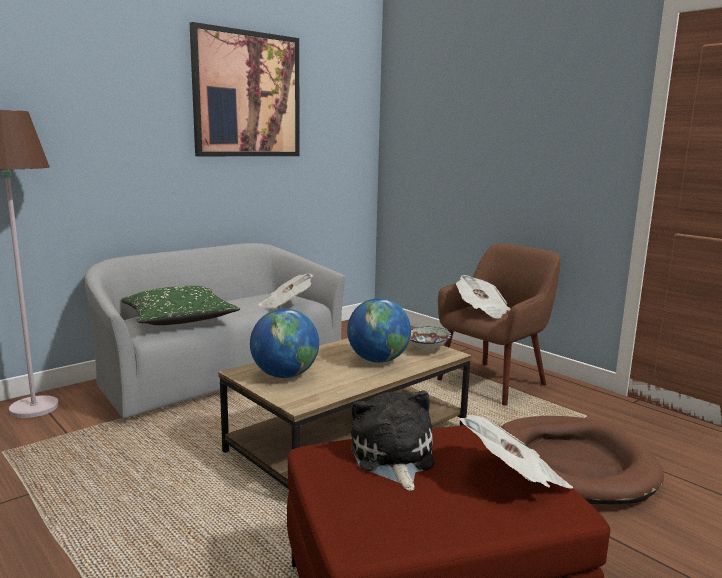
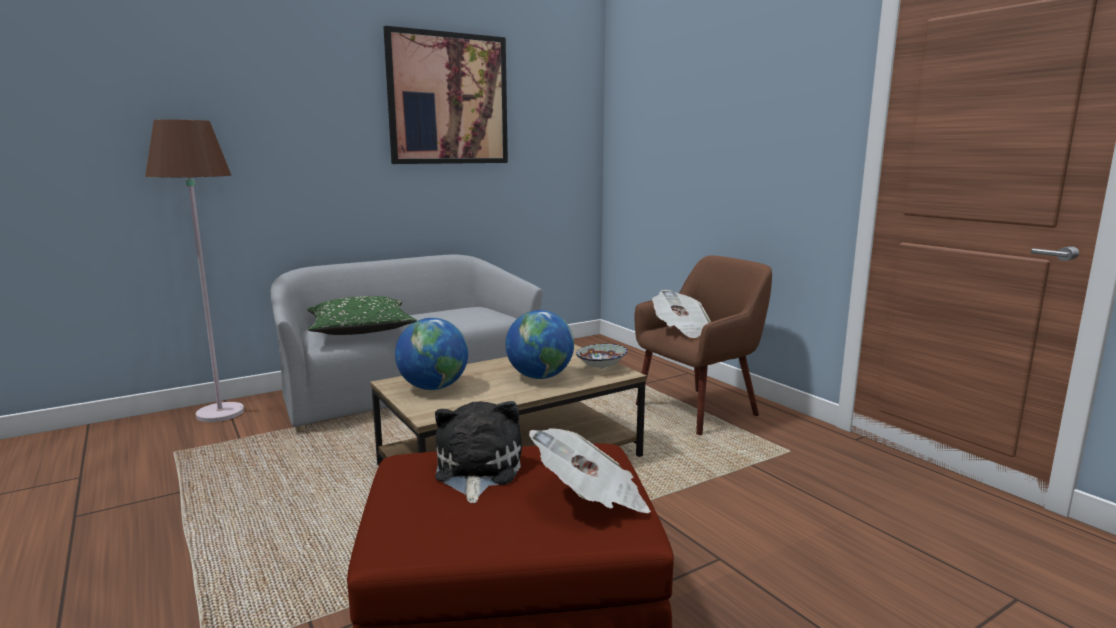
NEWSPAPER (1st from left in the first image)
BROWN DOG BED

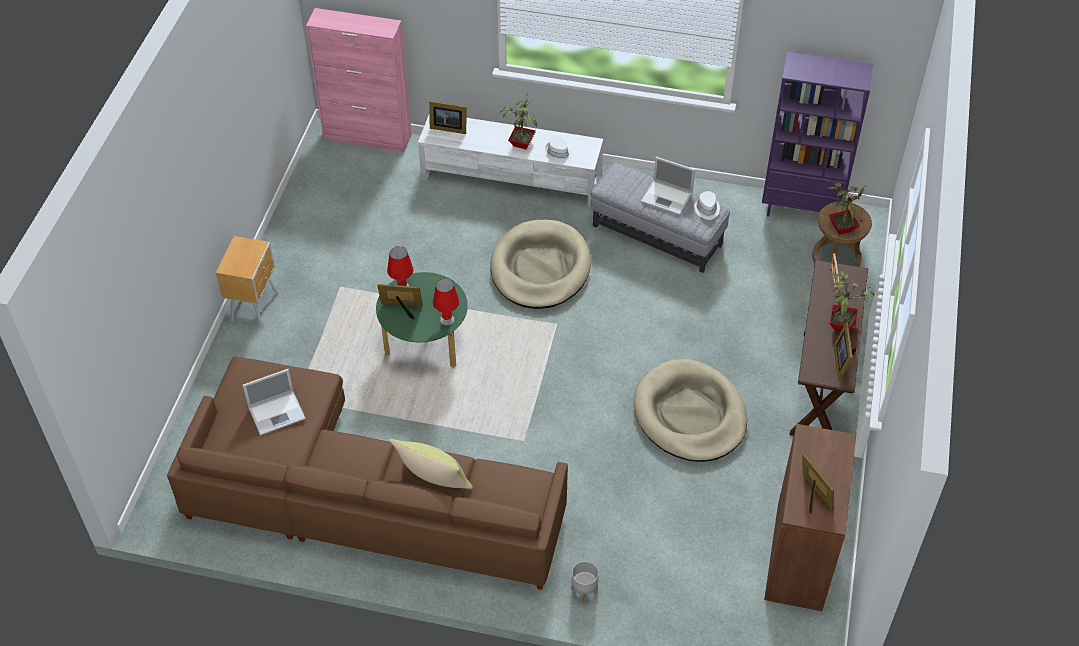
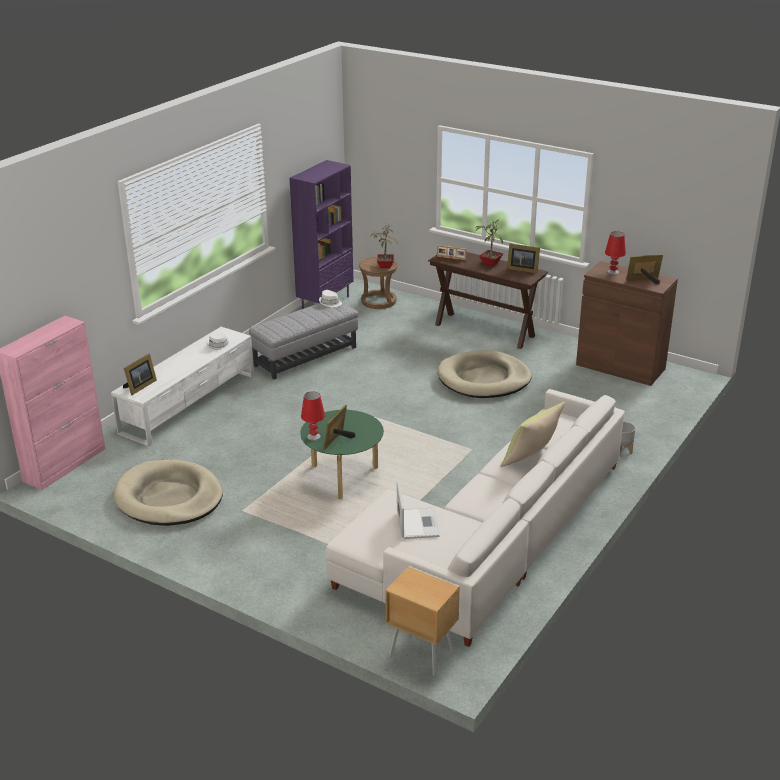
WHITE SOFA
BROWN NIGHTSTAND
RED TABLE LAMP (2nd from left)
BEIGE DOG BED (1st from left)
POTTED PLANT (1st from left in the first image)
LAPTOP (2nd from left in the first image)

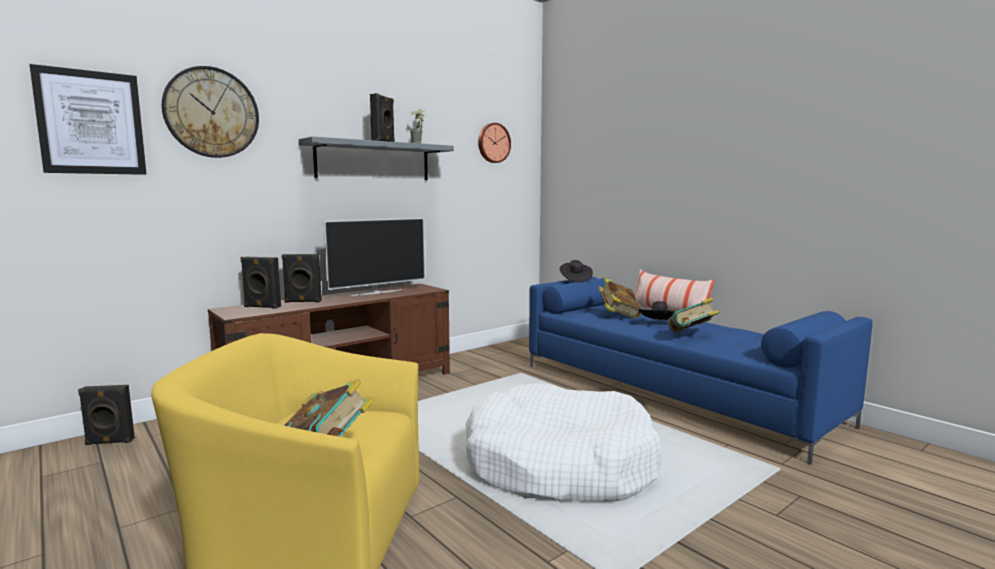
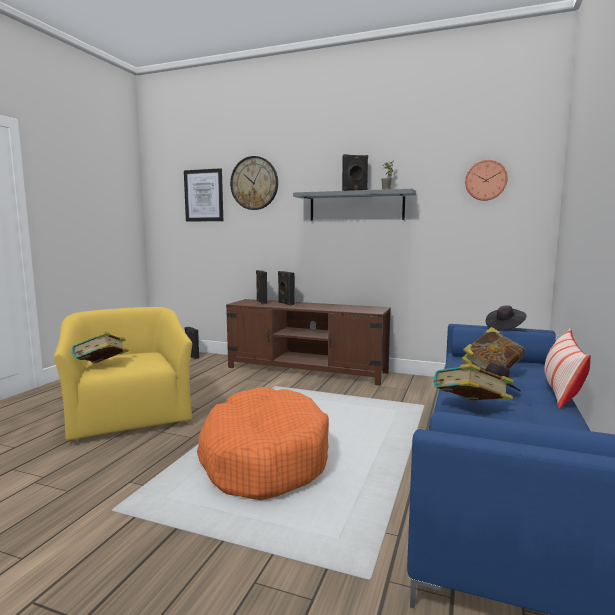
TELEVISION
ORANGE DOG BED

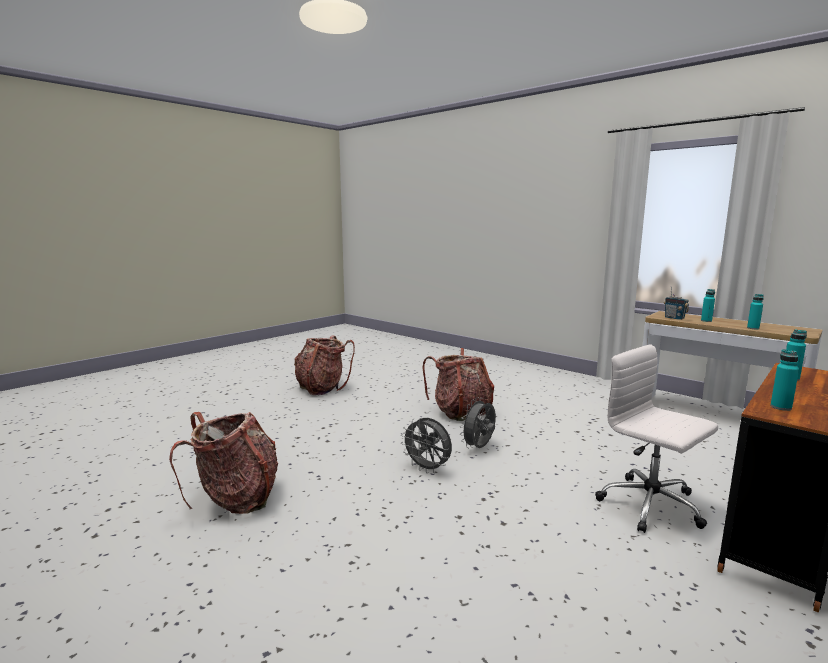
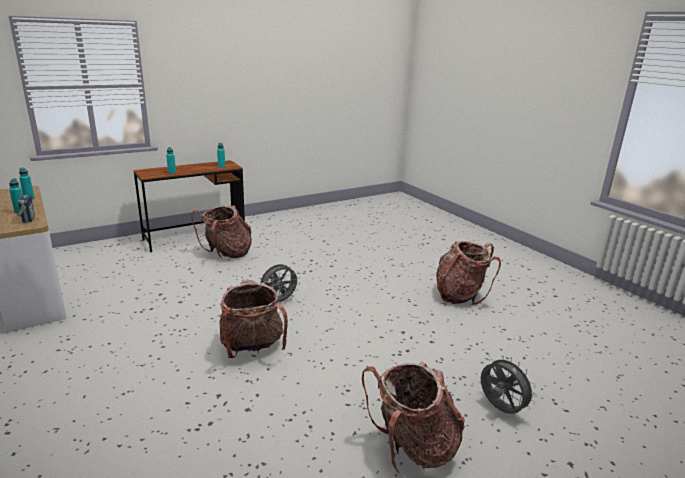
GREY FAN (2nd from left)
BACKPACK (1st from left)

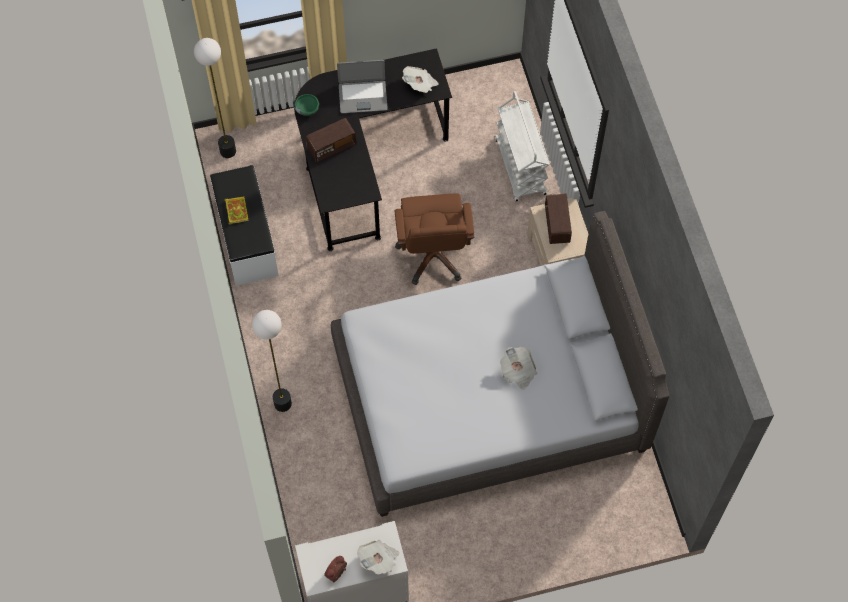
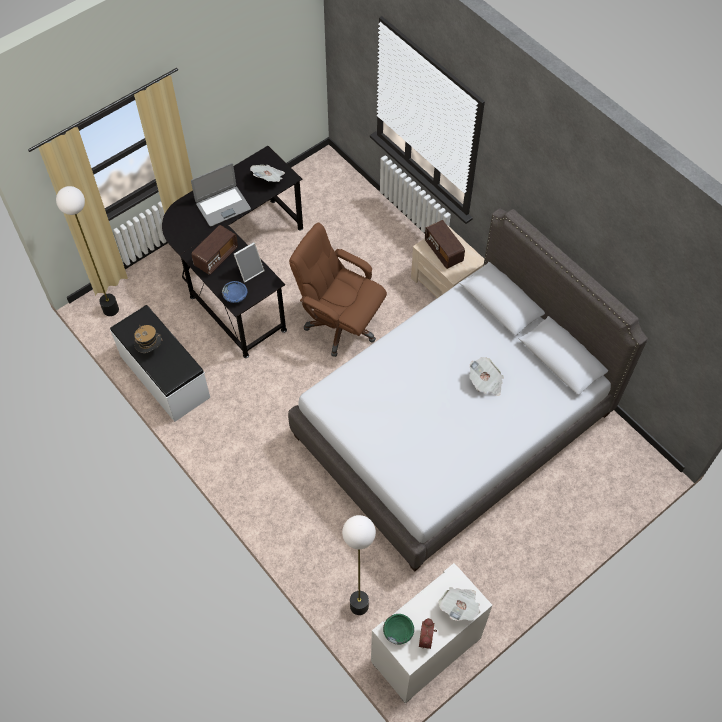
HAT
FLOOR LAMP (2nd from left)
GREEN BOWL
BROWN OFFICE CHAIR
WHITE CART
BLUE BOWL
PICTURE FRAME

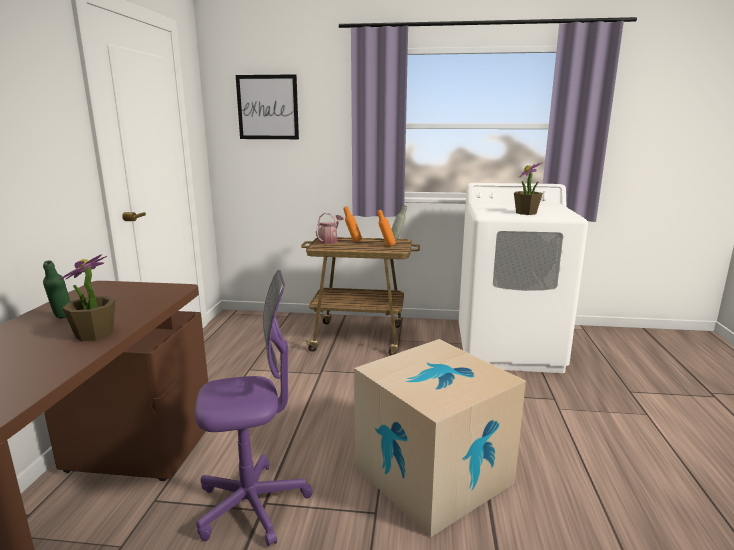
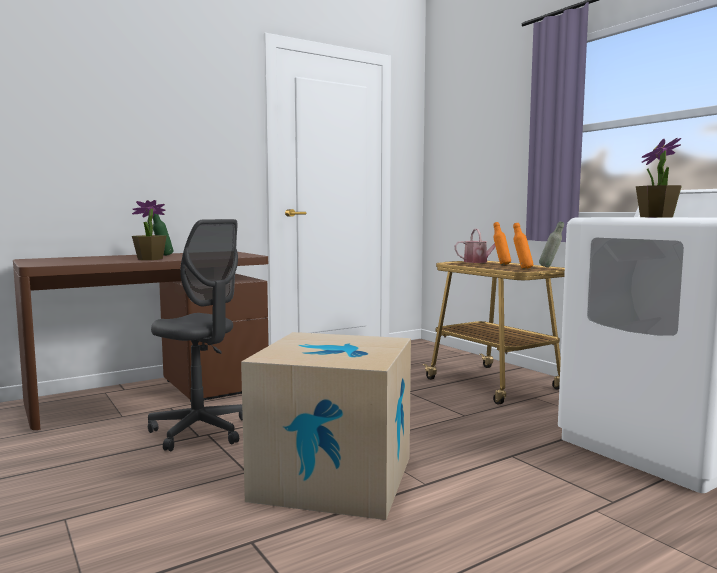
GREY OFFICE CHAIR
PICTURE

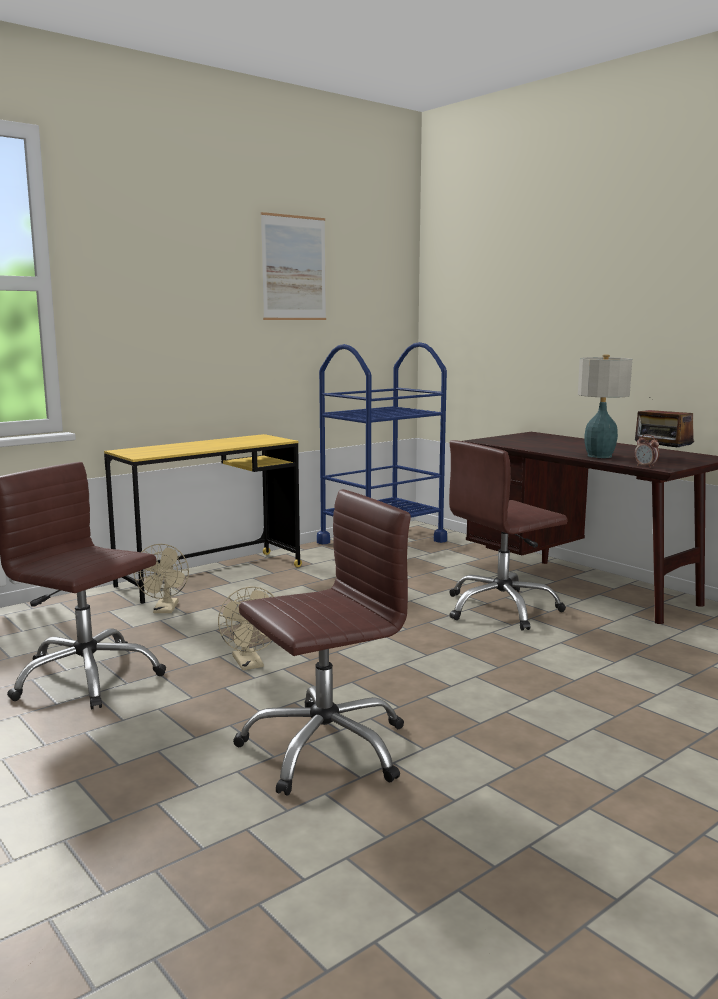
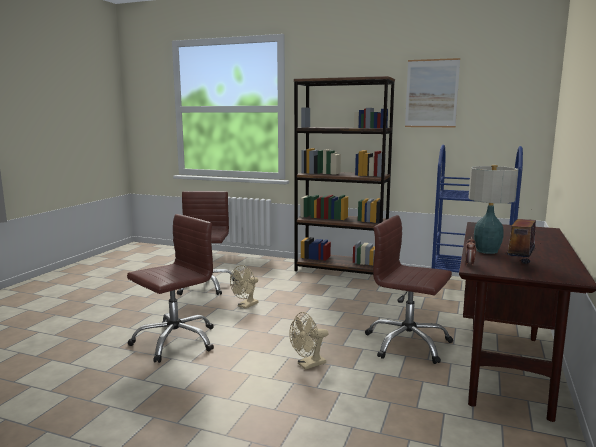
BROWN BOOKCASE
BEIGE FAN (2nd from left)
BROWN OFFICE CHAIR (1st from left)

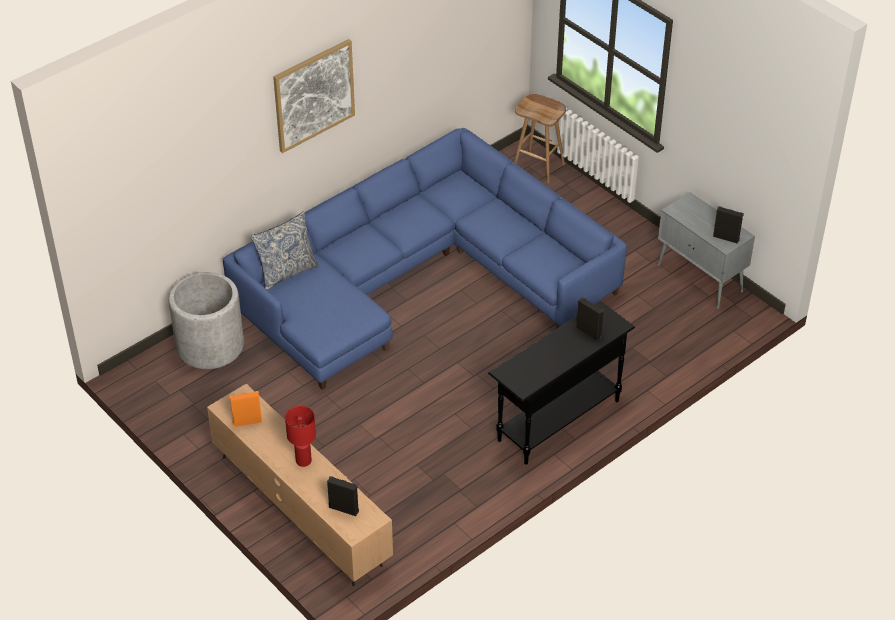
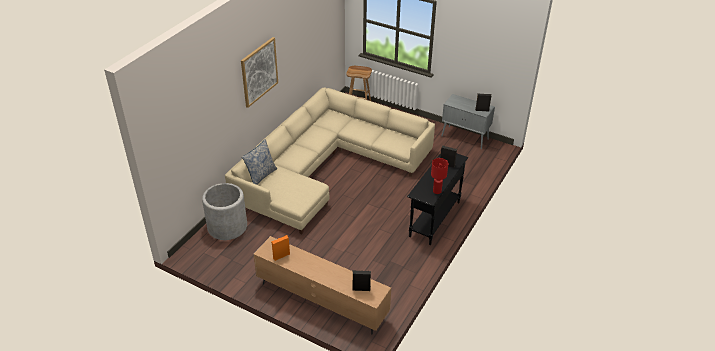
BEIGE SOFA
RED TABLE LAMP

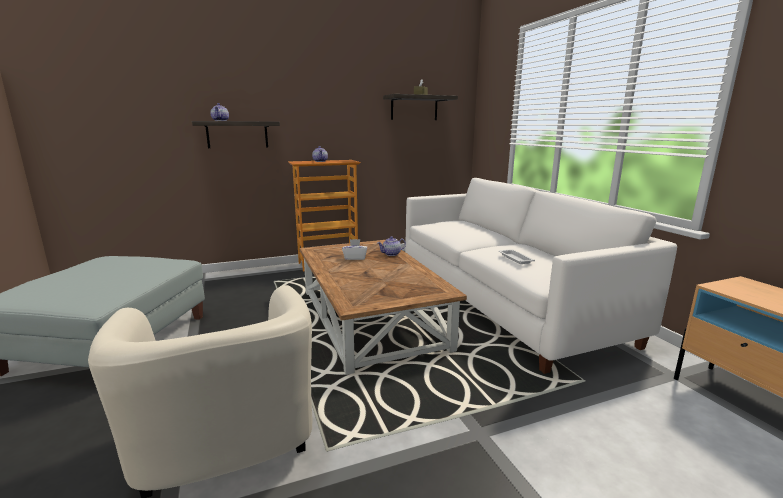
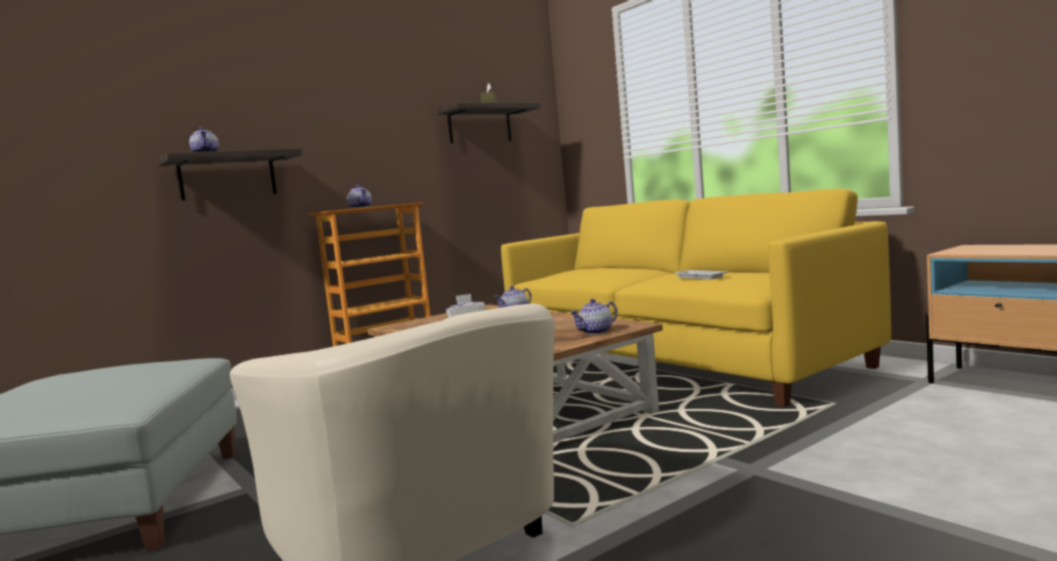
YELLOW SOFA
TEAPOT (4th from left)

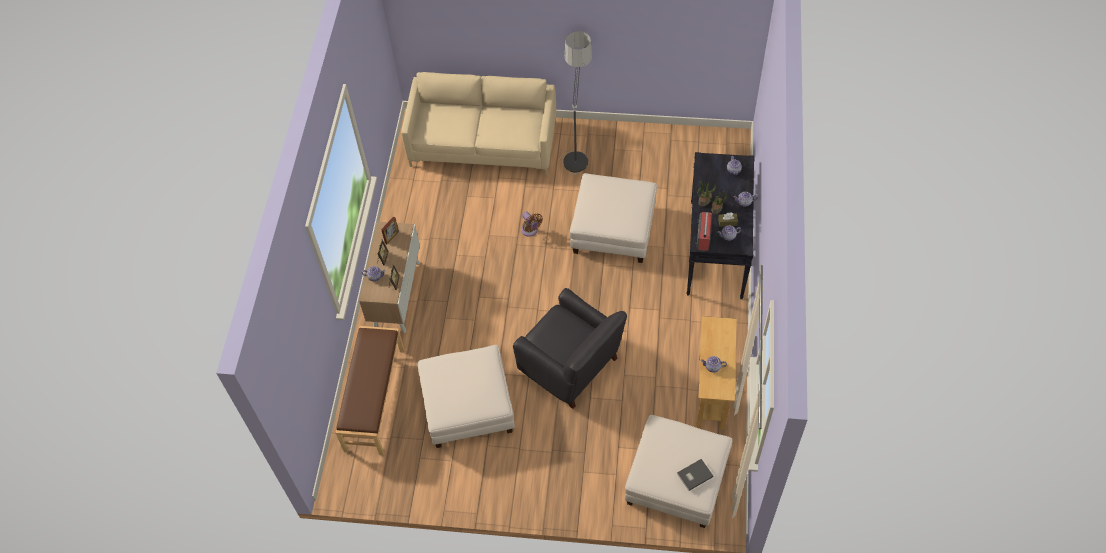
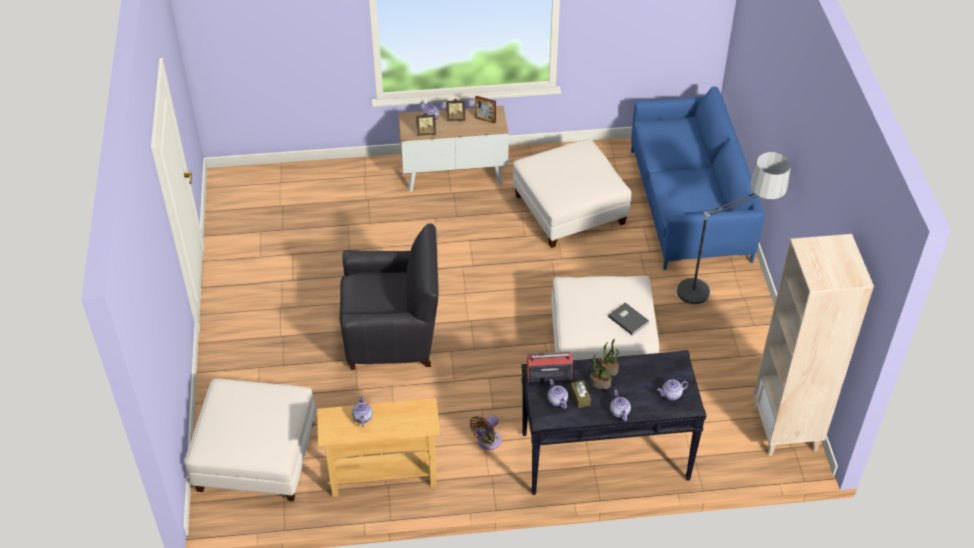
BROWN BENCH
BLUE SOFA
WHITE OTTOMAN (2nd from left)
BLACK ARMCHAIR
BROWN FAN
GREY BOOK
BEIGE BOOKCASE

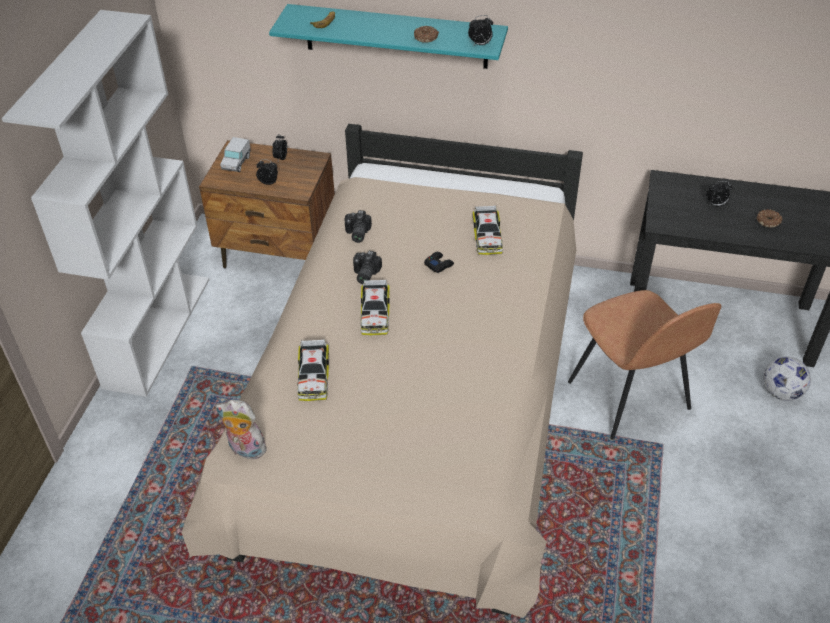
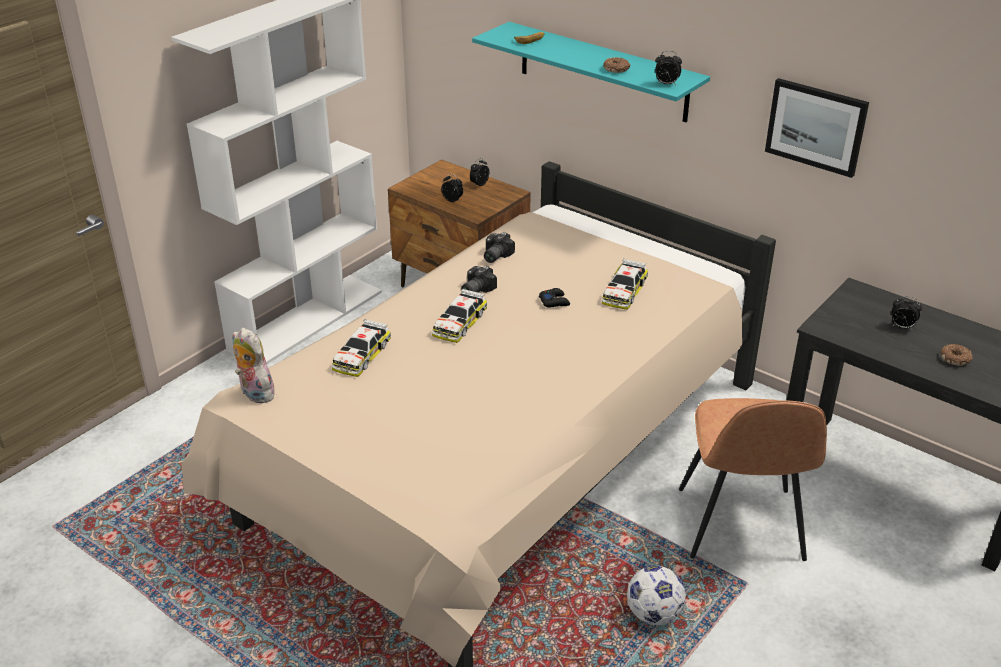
TOY TRUCK
FOOTBALL
PICTURE

